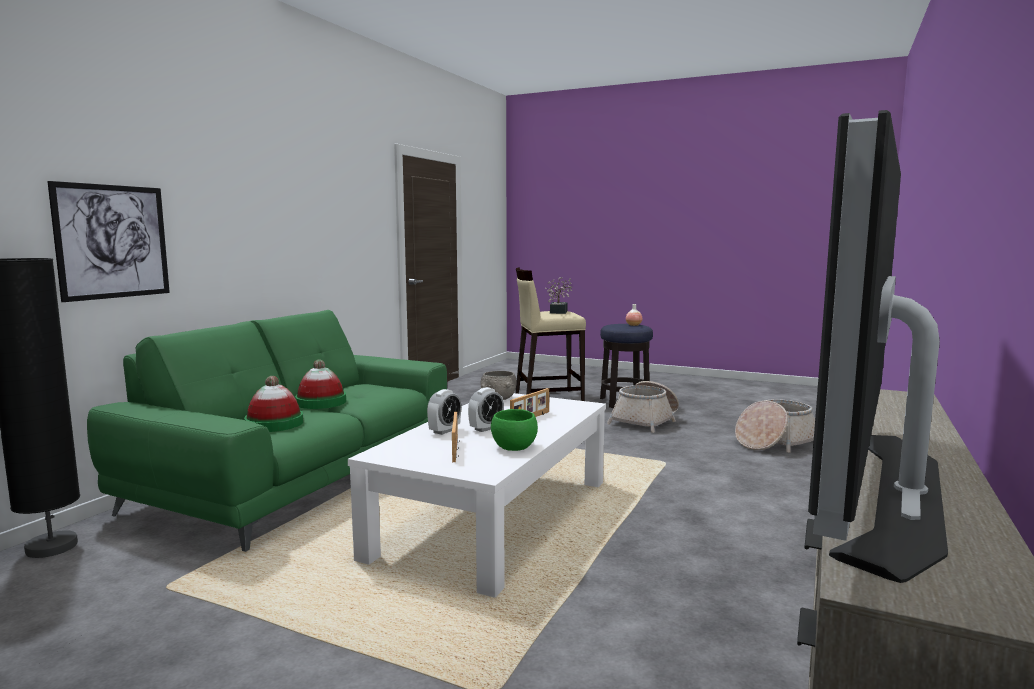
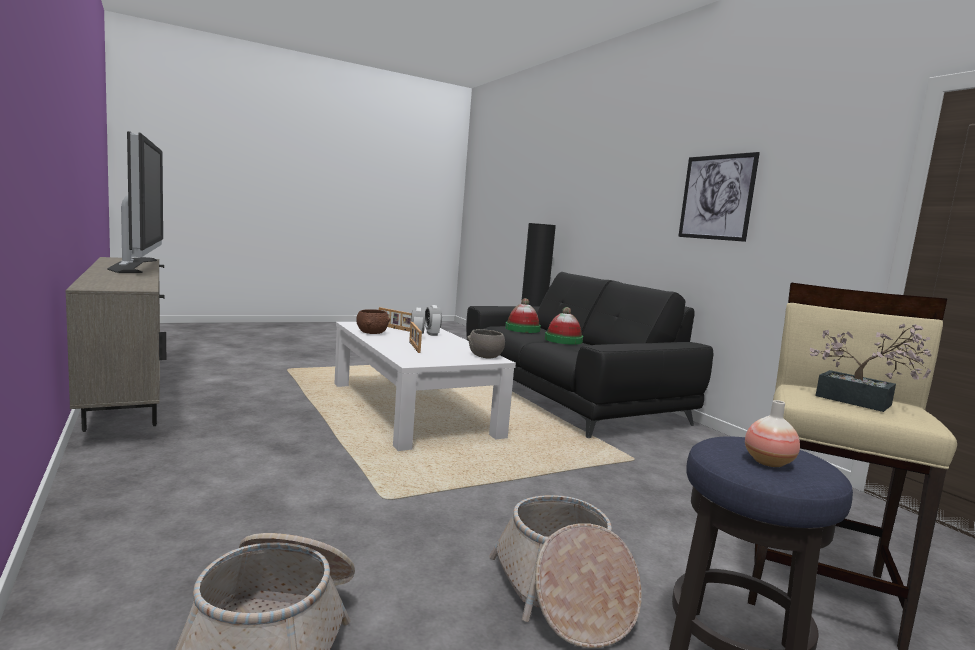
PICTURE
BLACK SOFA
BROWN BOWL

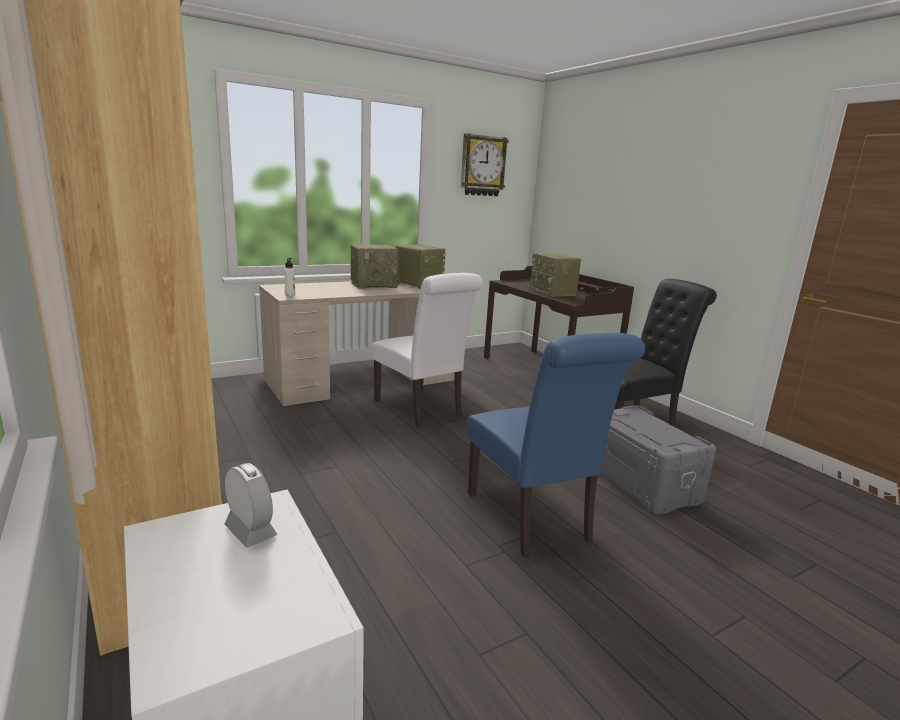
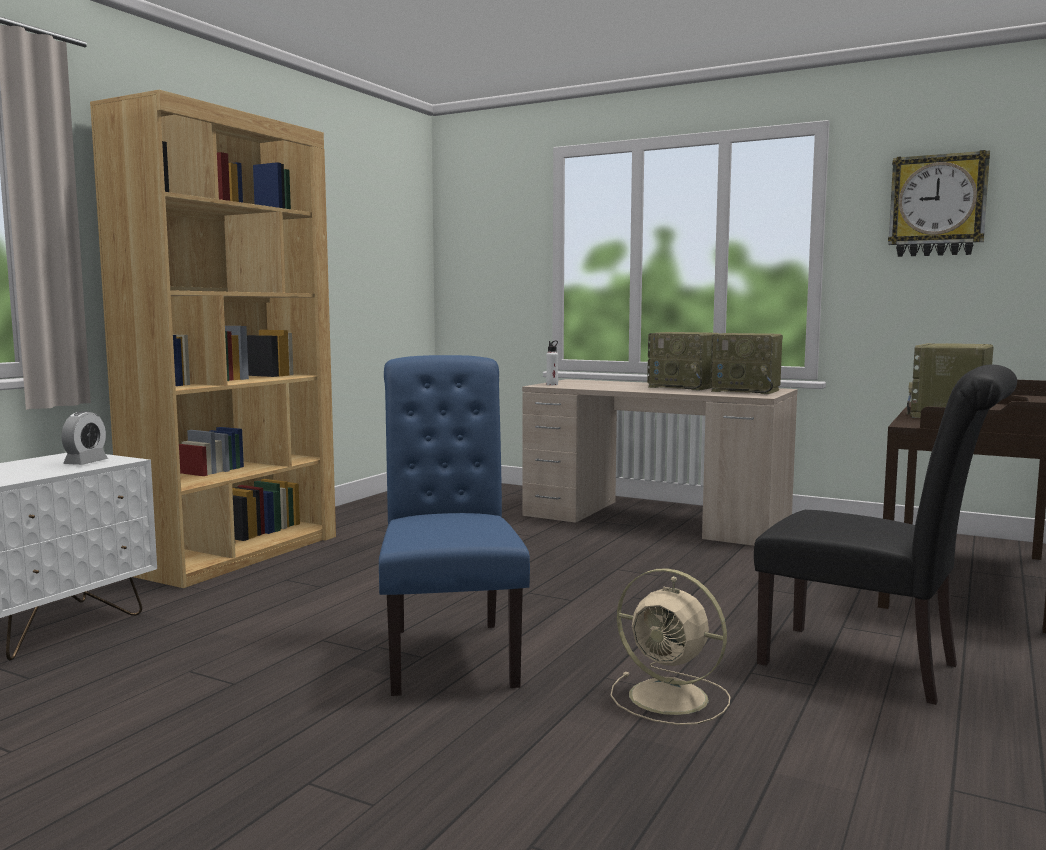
WHITE CHAIR
RADIO (2nd from left)
BLUE CHAIR
BEIGE FAN

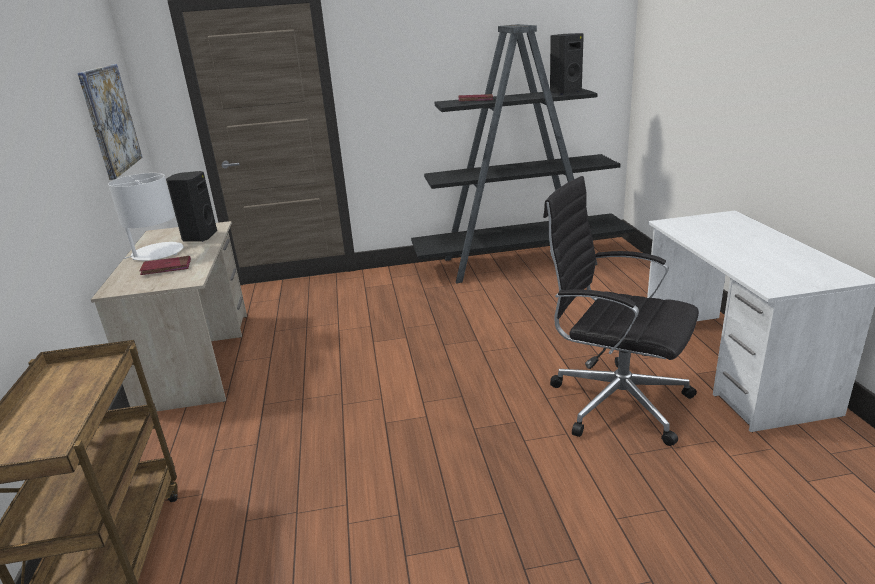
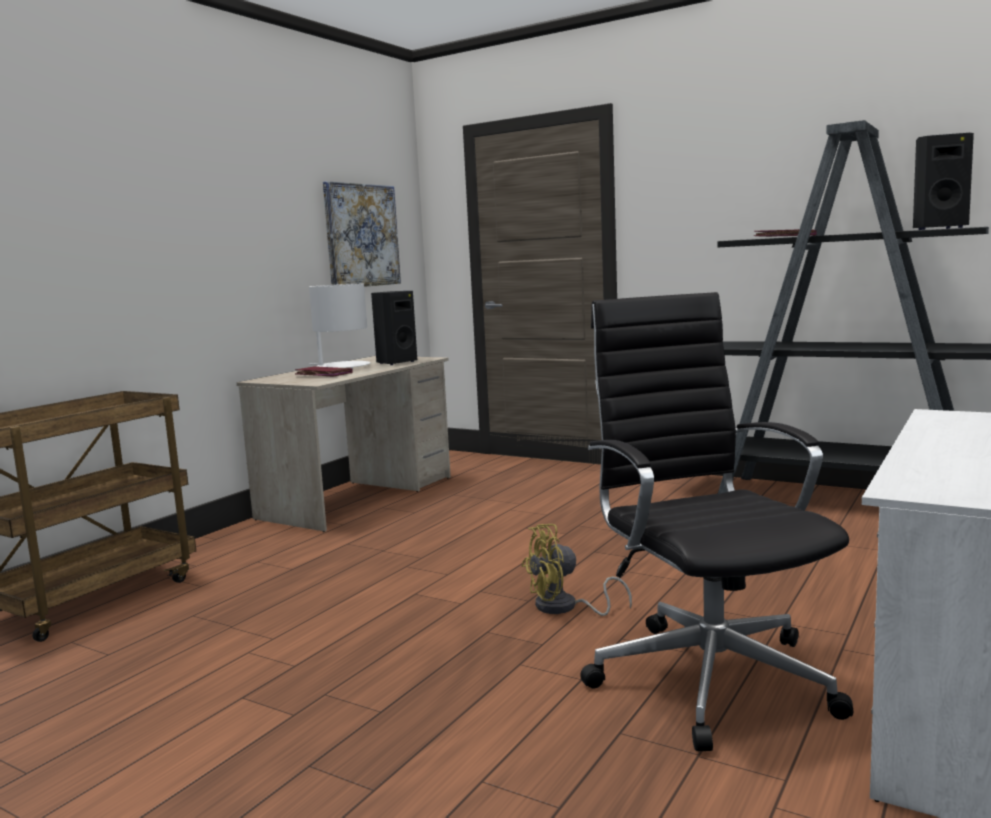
YELLOW FAN

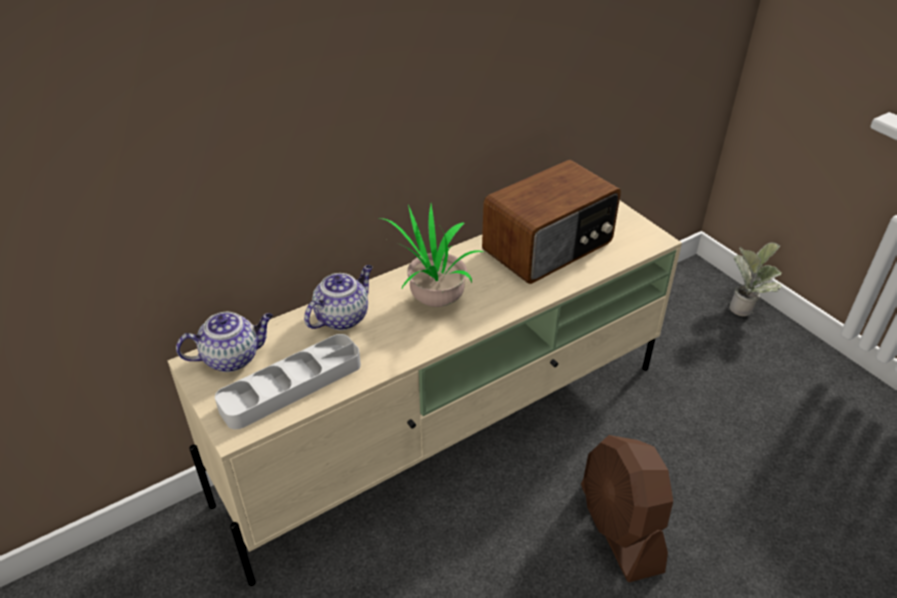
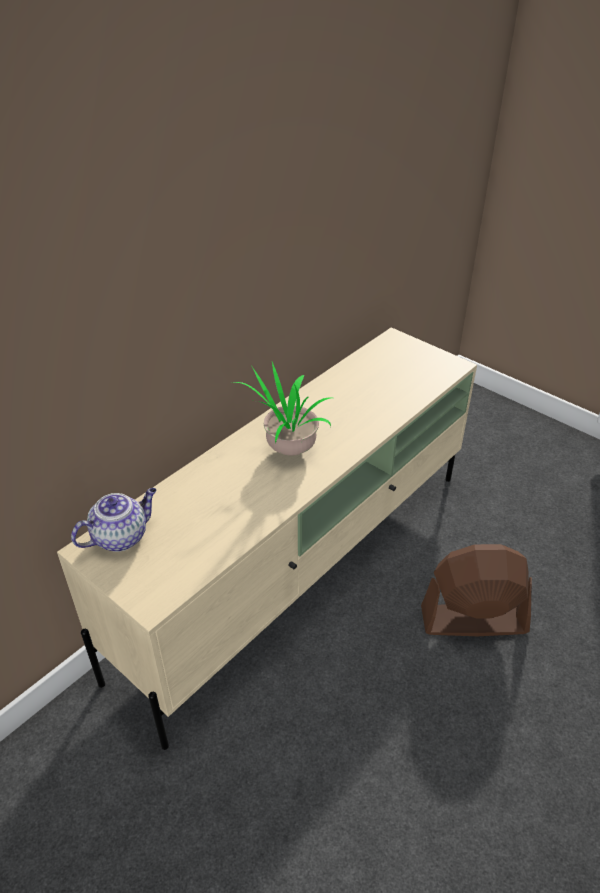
GREY TRAY
TEAPOT (2nd from left in the first image)
RADIO
BROWN FAN
POTTED PLANT (2nd from left in the first image)

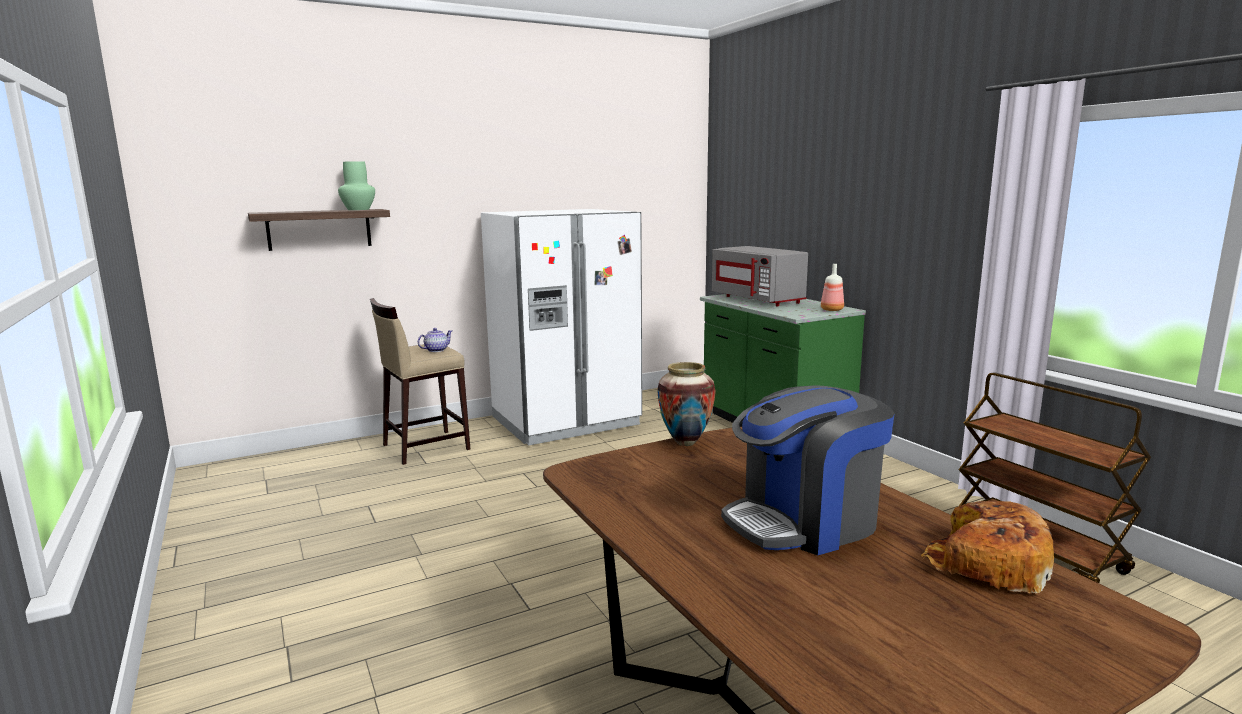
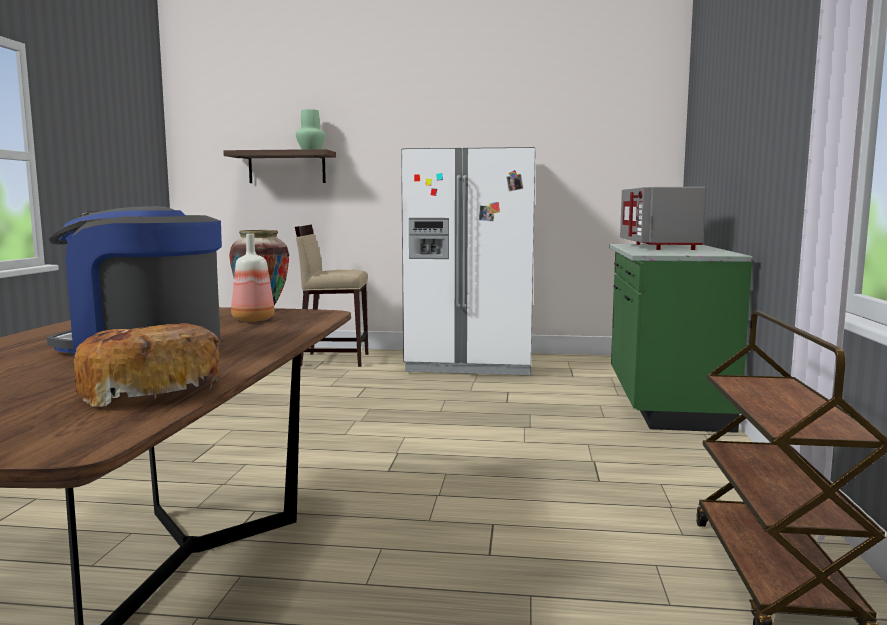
TEAPOT
BOTTLE

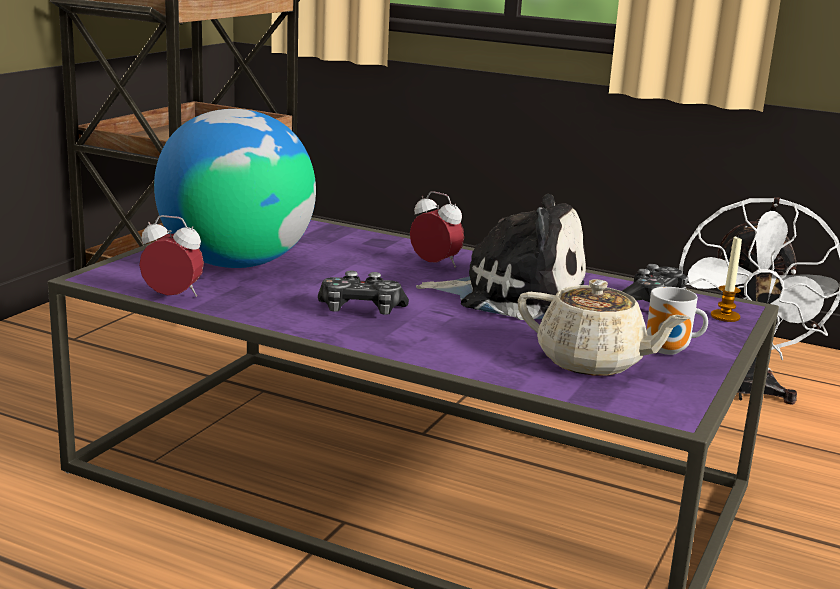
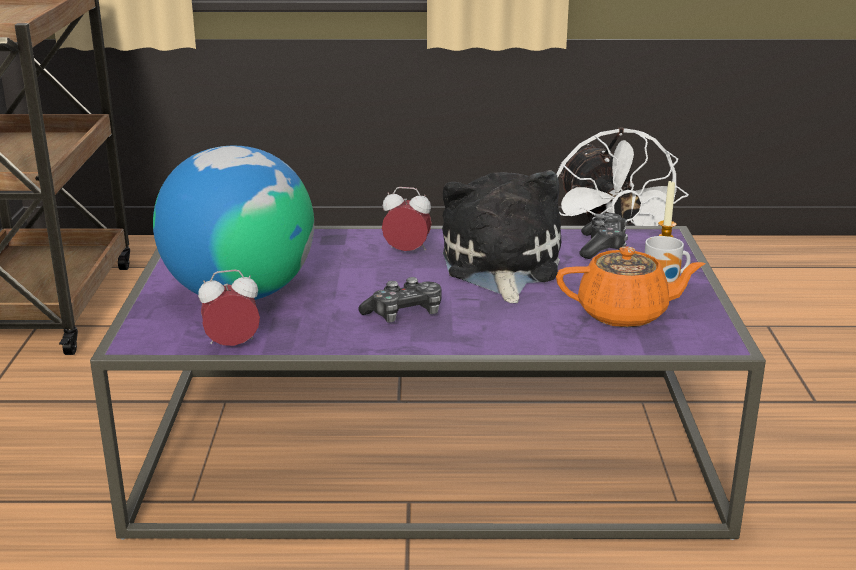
PLUSH TOY
ORANGE TEAPOT

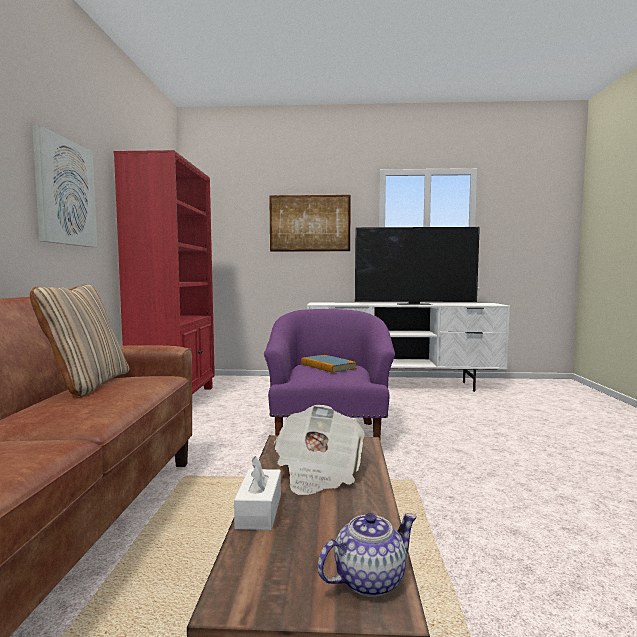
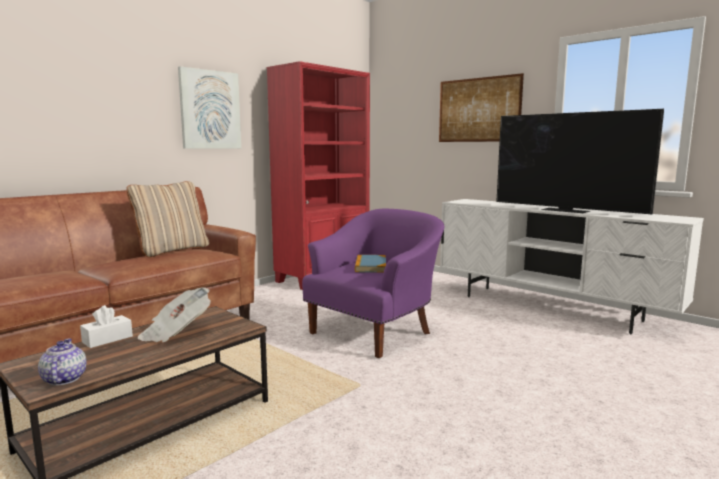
TEAPOT

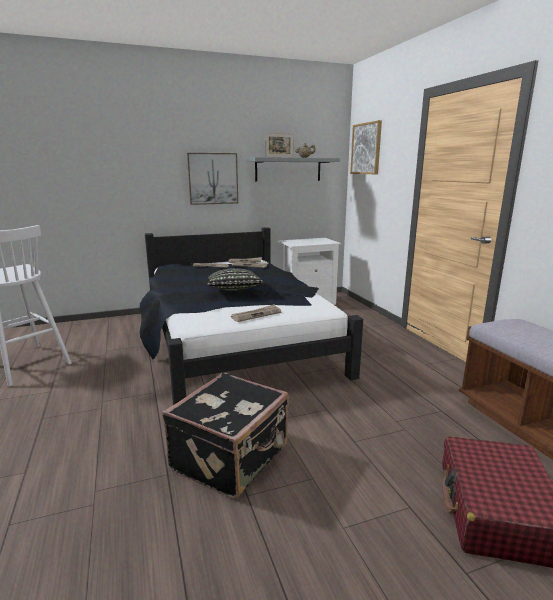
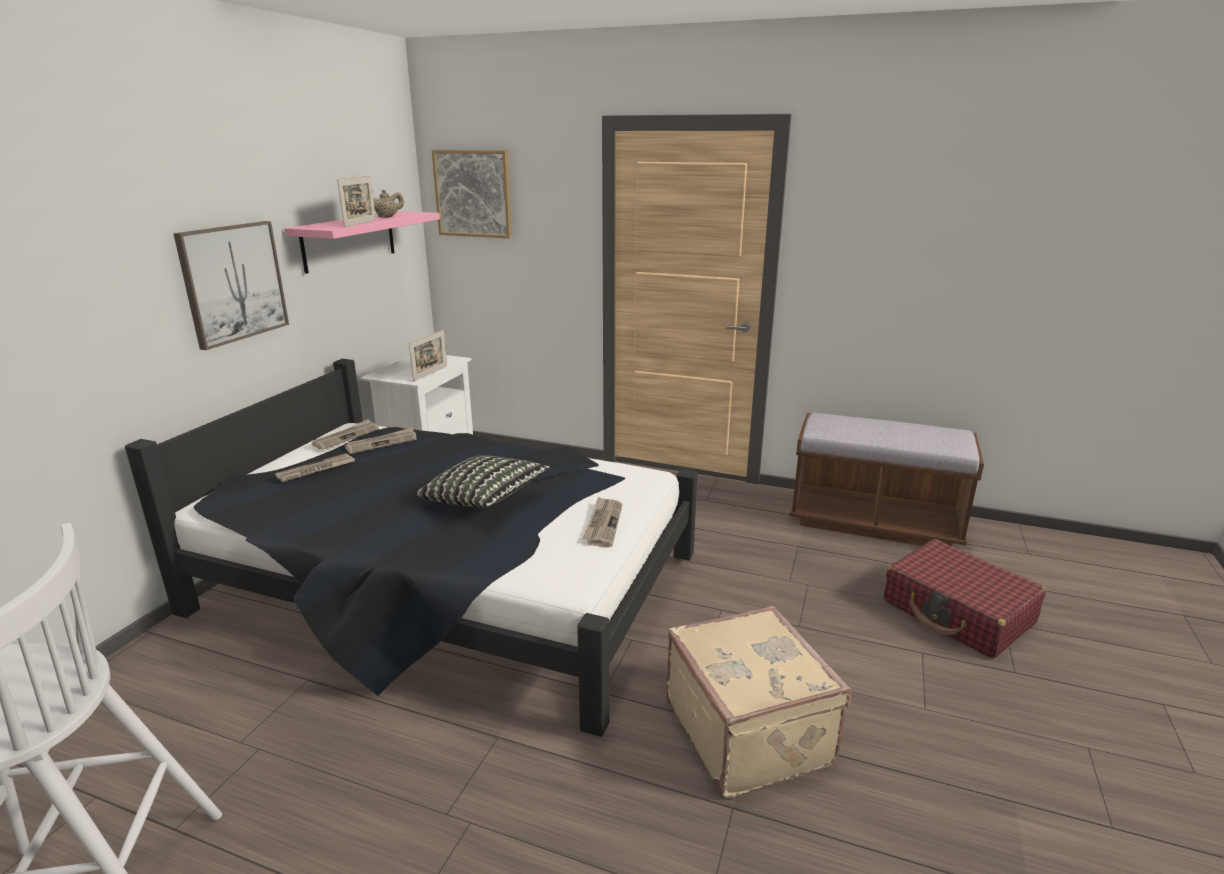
BEIGE SUITCASE
PINK SHELF
PICTURE FRAME (2nd from left)

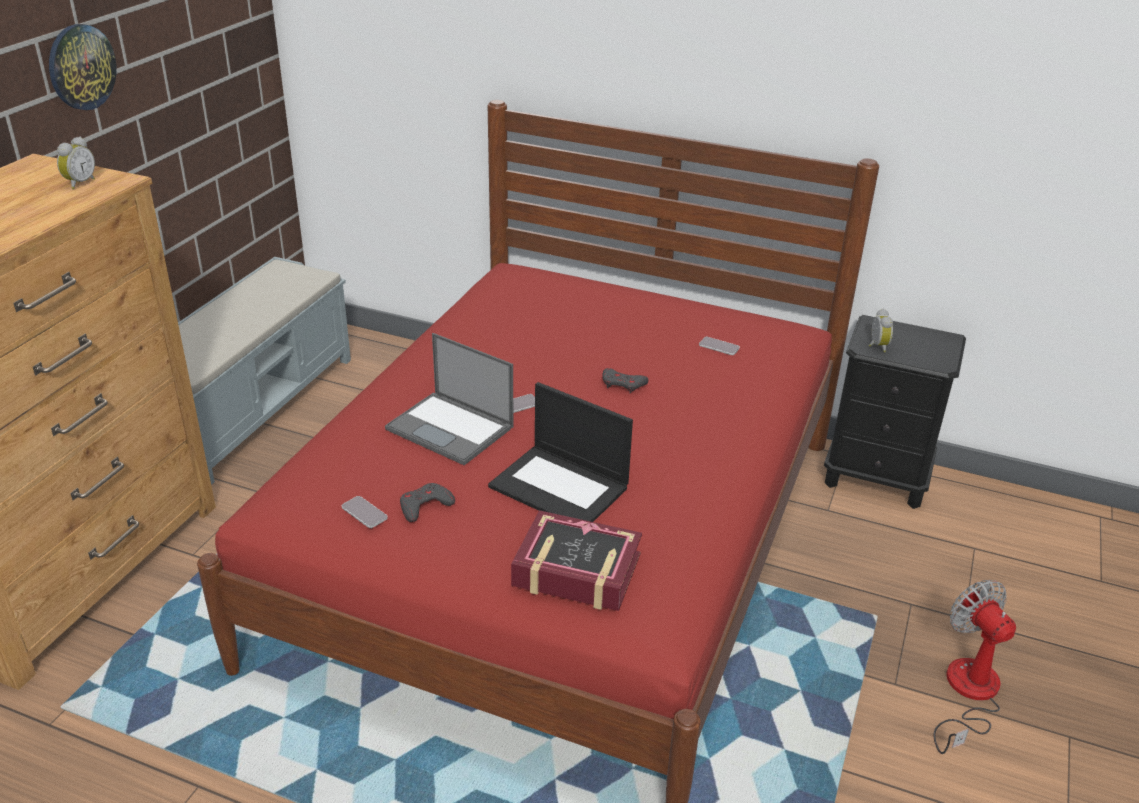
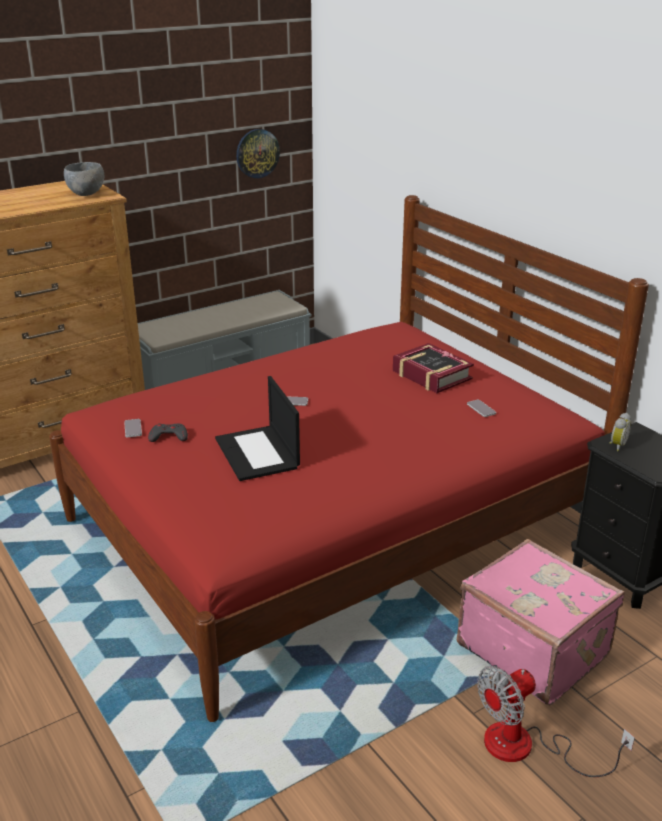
WALL CLOCK
GREY BOWL
LAPTOP (1st from left in the first image)
BOOK
GREY GAME CONTROLLER (2nd from left in the first image)
FAN
PINK SUITCASE

